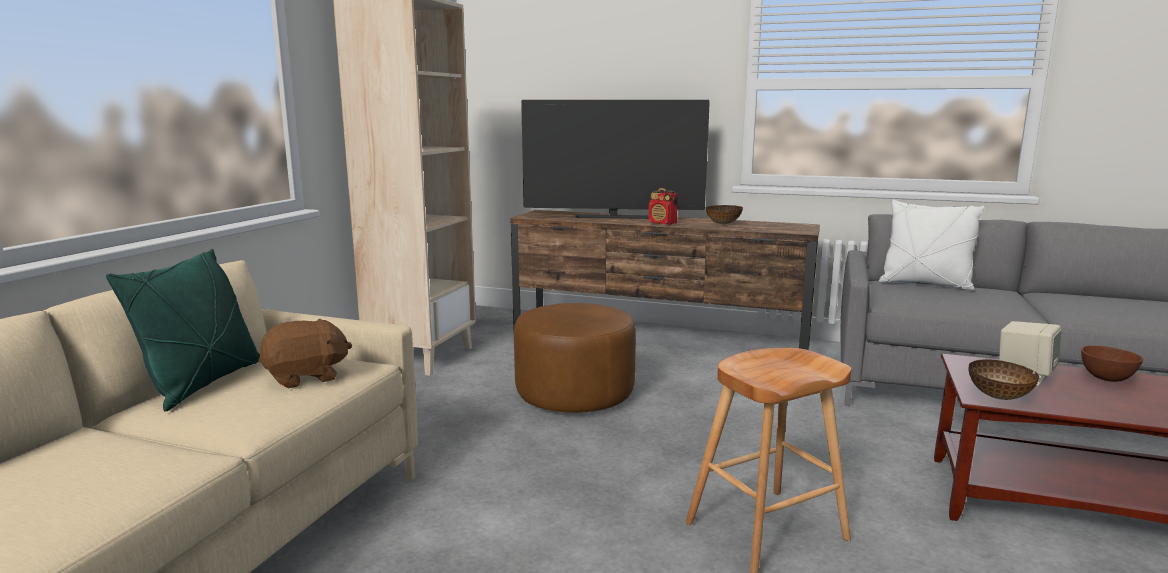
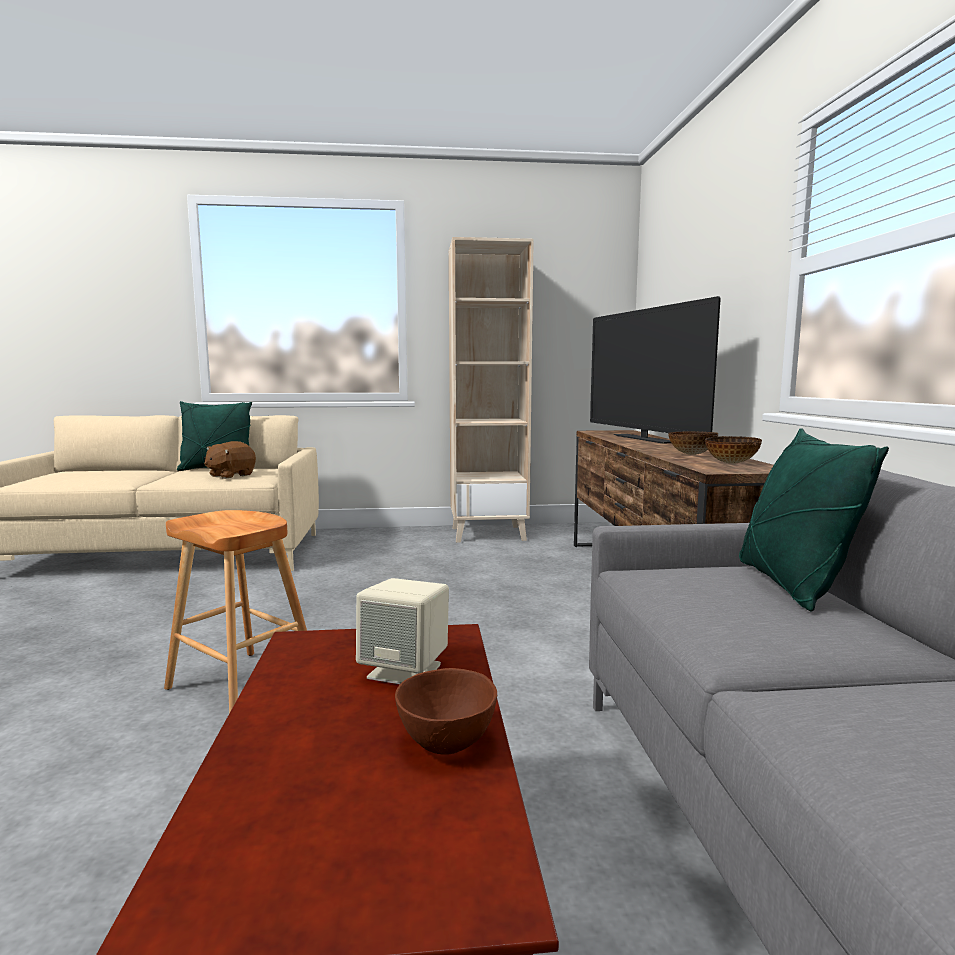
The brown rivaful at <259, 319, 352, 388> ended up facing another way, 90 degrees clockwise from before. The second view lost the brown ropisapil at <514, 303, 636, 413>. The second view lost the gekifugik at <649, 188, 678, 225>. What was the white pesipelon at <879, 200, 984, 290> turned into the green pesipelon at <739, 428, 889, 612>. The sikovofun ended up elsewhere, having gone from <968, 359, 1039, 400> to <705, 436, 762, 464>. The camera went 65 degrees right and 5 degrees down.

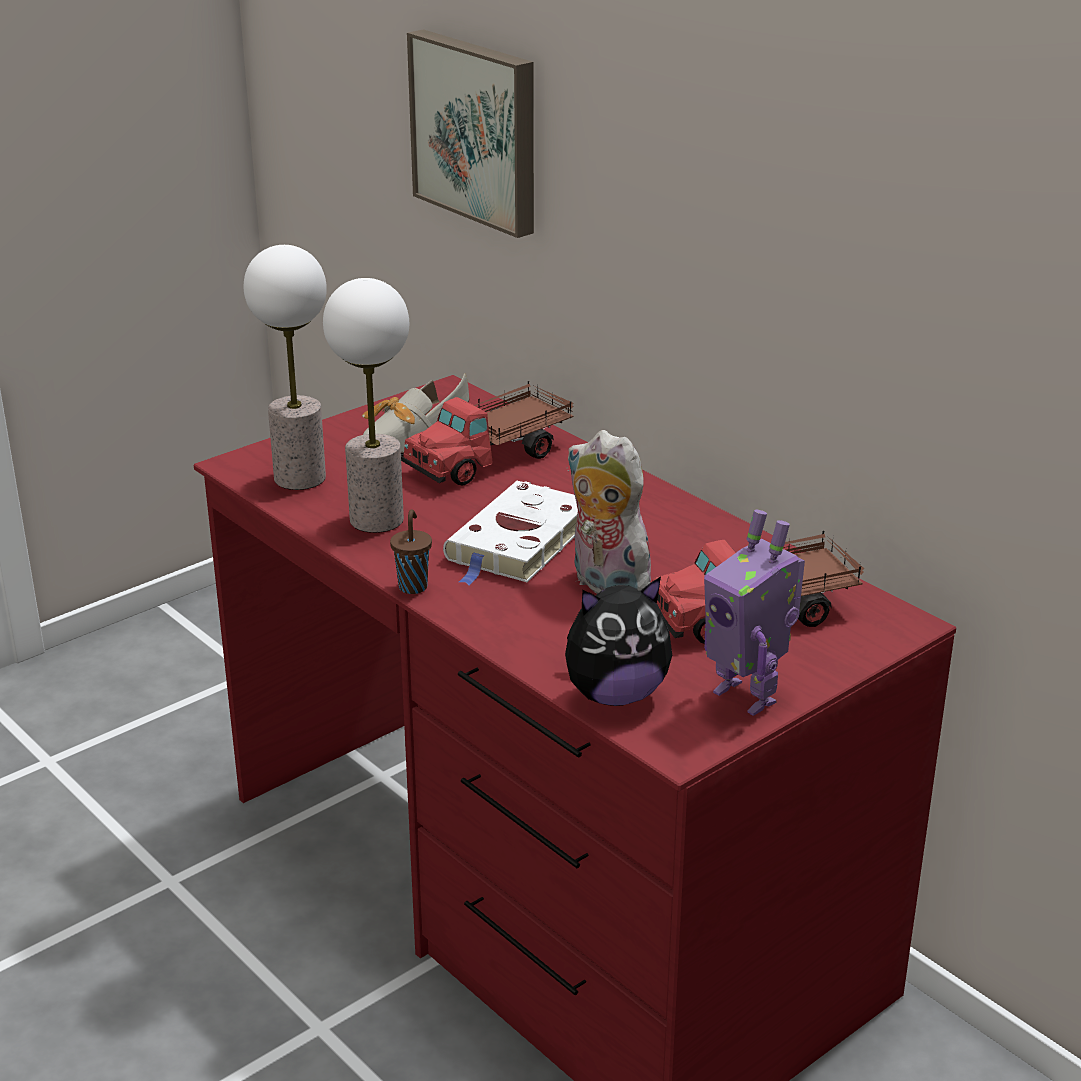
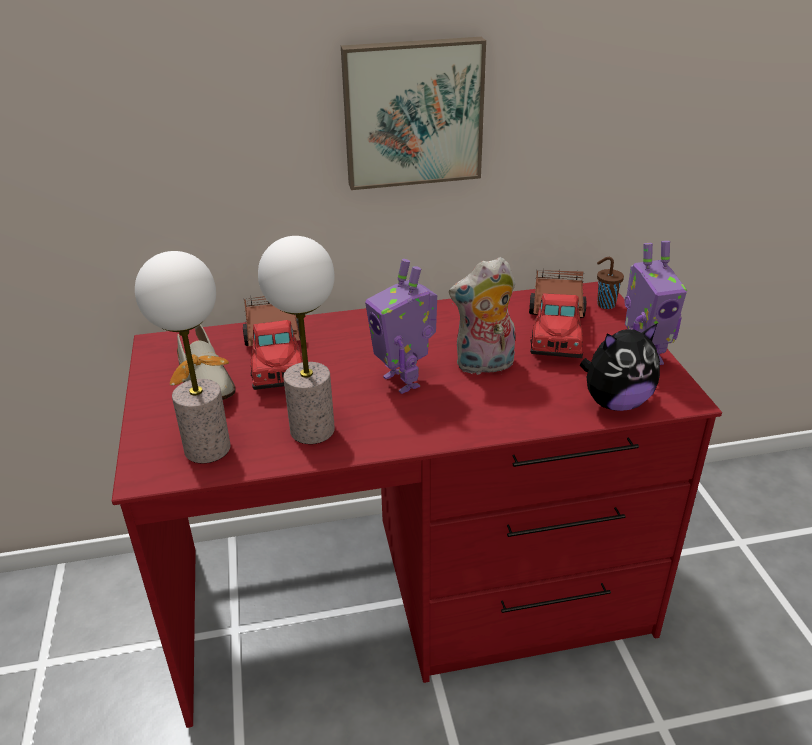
The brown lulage ended up elsewhere, having gone from <390, 510, 432, 594> to <597, 257, 624, 309>. The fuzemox ended up elsewhere, having gone from <407, 29, 534, 238> to <341, 37, 486, 190>. Where the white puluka stood at <443, 481, 578, 586>, the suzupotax came to stand at <365, 259, 437, 394>. The rivaful at <565, 577, 672, 706> ended up facing another way, 60 degrees clockwise from before. The camera went 60 degrees left and 5 degrees up.

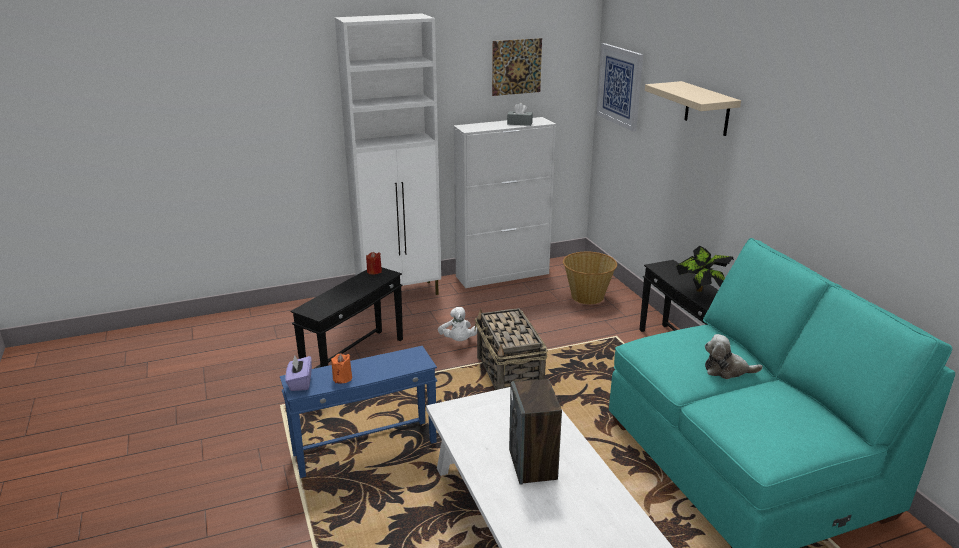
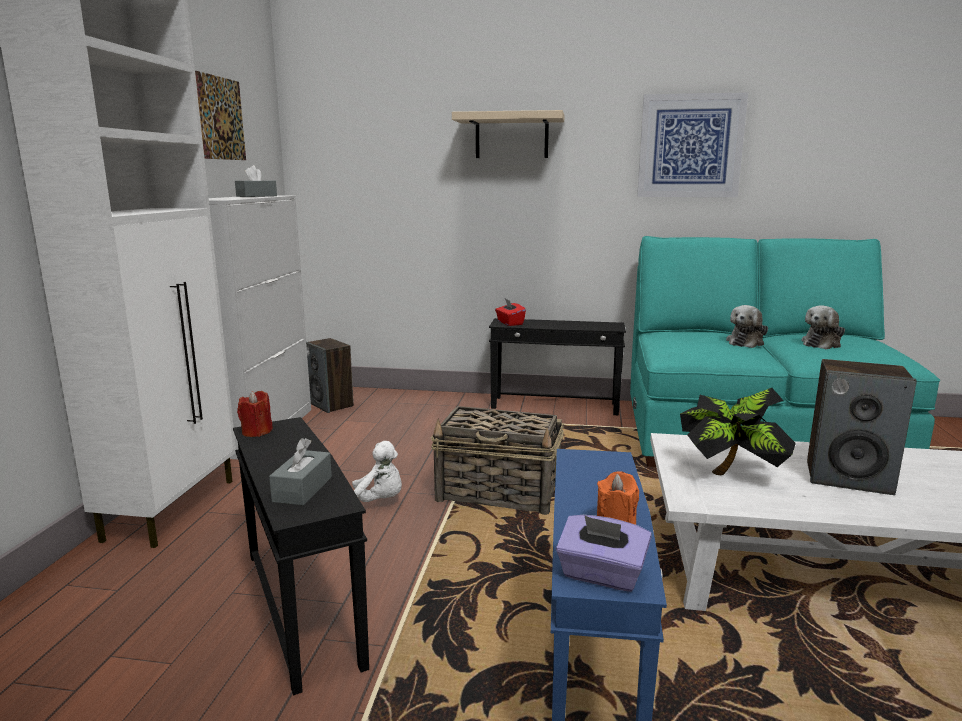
The second view lost the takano at <563, 252, 617, 304>. The fuzemox ended up elsewhere, having gone from <596, 43, 643, 132> to <637, 92, 748, 197>. The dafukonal ended up elsewhere, having gone from <676, 246, 734, 292> to <680, 388, 796, 475>. The second view gained the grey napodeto at <269, 438, 332, 506>. The second view gained the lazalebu at <306, 338, 354, 413>. The second view gained the red napodeto at <495, 299, 526, 326>. The second view gained the rivaful at <802, 305, 845, 349>. The camera went 60 degrees left and 10 degrees down.

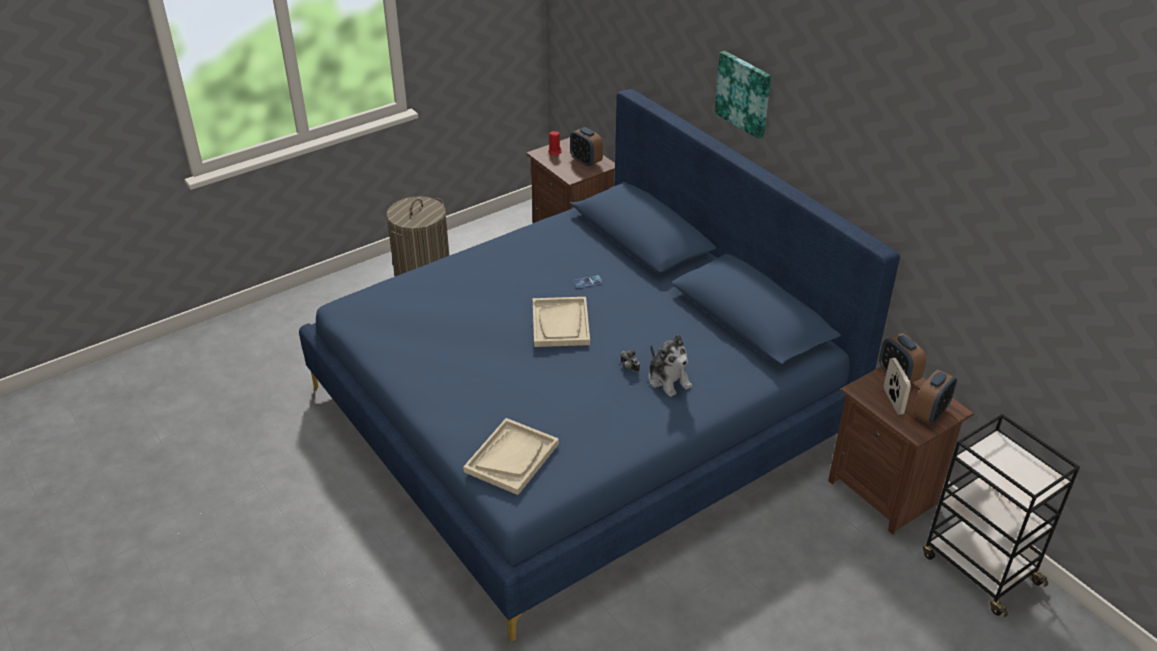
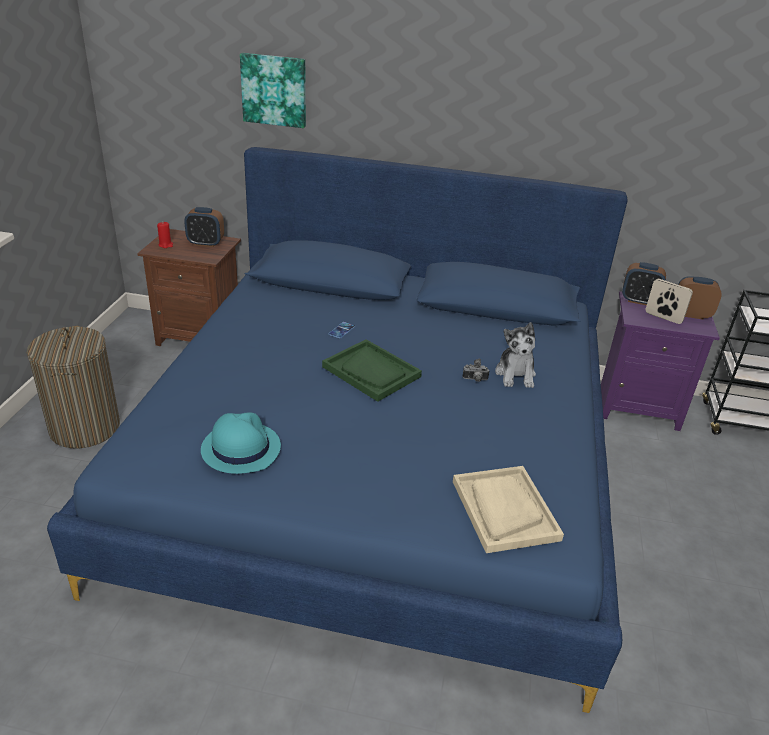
What was the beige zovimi at <533, 297, 590, 347> turned into the green zovimi at <322, 339, 422, 402>. The rivaful at <648, 334, 692, 397> ended up facing another way, 75 degrees clockwise from before. The fuzemox ended up elsewhere, having gone from <715, 51, 771, 139> to <240, 53, 306, 128>. What was the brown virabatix at <828, 367, 974, 535> turned into the purple virabatix at <601, 291, 720, 431>. The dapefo at <913, 370, 957, 424> ended up facing another way, 75 degrees counterclockwise from before. The second view gained the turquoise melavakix at <201, 412, 281, 474>. The camera went 45 degrees left and 5 degrees down.

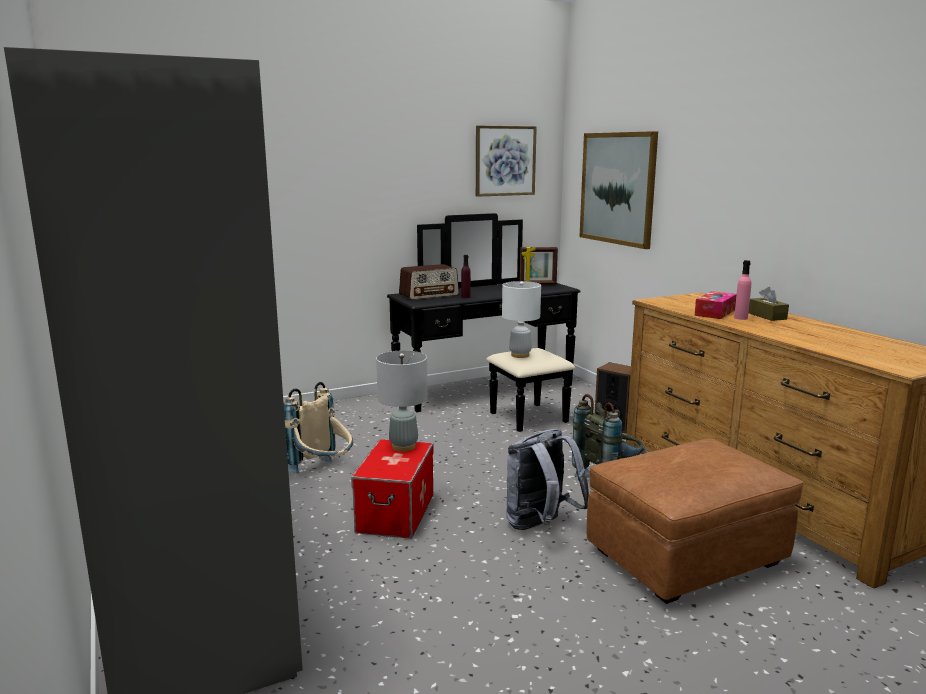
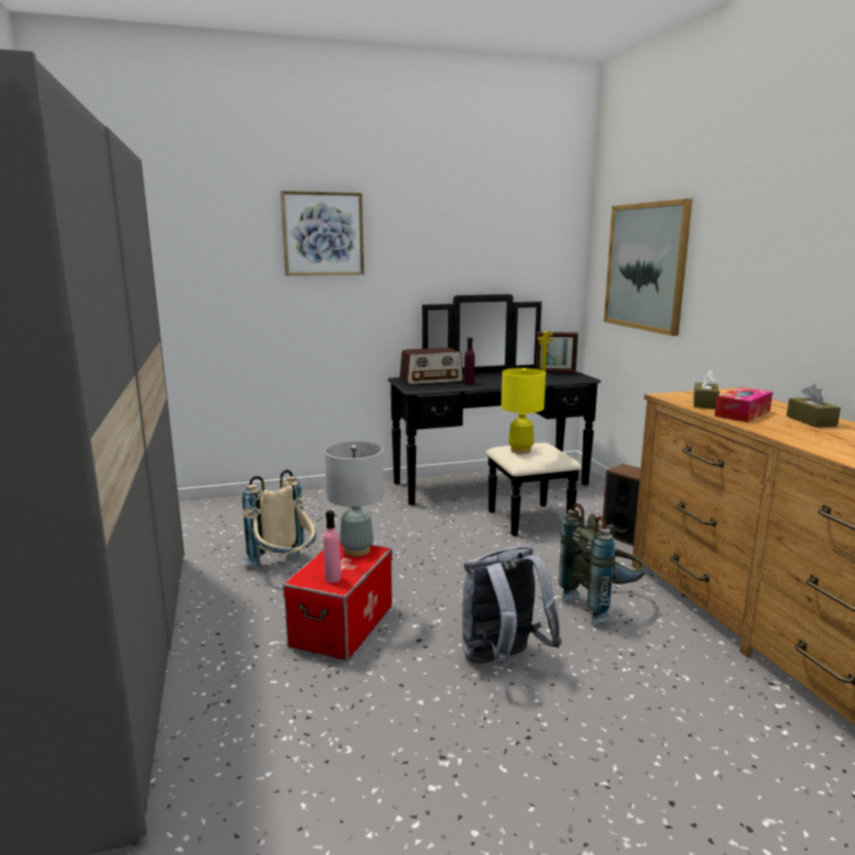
The fuzemox ended up elsewhere, having gone from <476, 126, 537, 197> to <281, 191, 364, 276>. What was the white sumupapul at <502, 281, 541, 358> turned into the yellow sumupapul at <501, 368, 546, 454>. The second view lost the brown ropisapil at <587, 439, 804, 604>. The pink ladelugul ended up elsewhere, having gone from <734, 260, 751, 320> to <323, 510, 341, 583>. The second view gained the brown napodeto at <693, 370, 719, 409>. The camera went 10 degrees right and 0 degrees up.

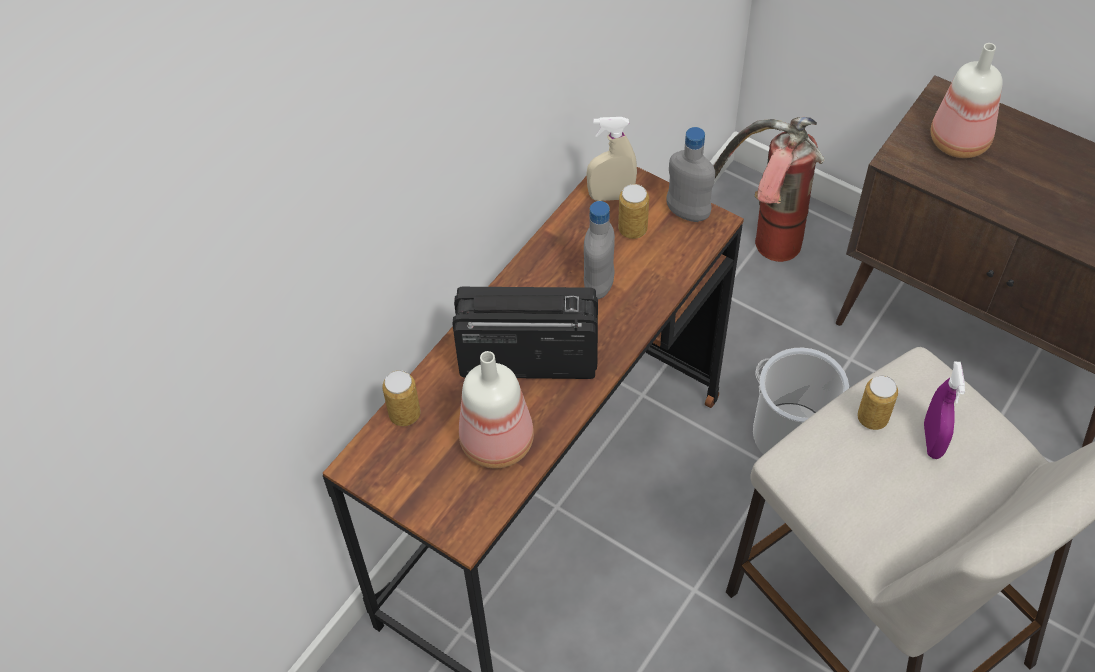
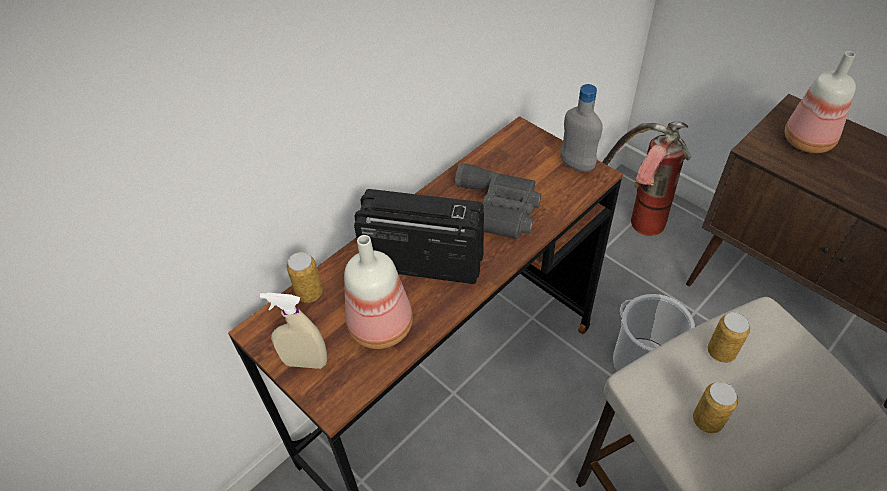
Where the grey ladelugul stood at <584, 201, 615, 299>, the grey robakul came to stand at <455, 163, 541, 239>. The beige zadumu ended up elsewhere, having gone from <587, 117, 637, 201> to <260, 293, 327, 369>. The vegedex ended up elsewhere, having gone from <618, 184, 649, 239> to <693, 382, 738, 433>. The second view lost the purple zadumu at <924, 362, 965, 459>. The camera went 10 degrees right and 5 degrees down.

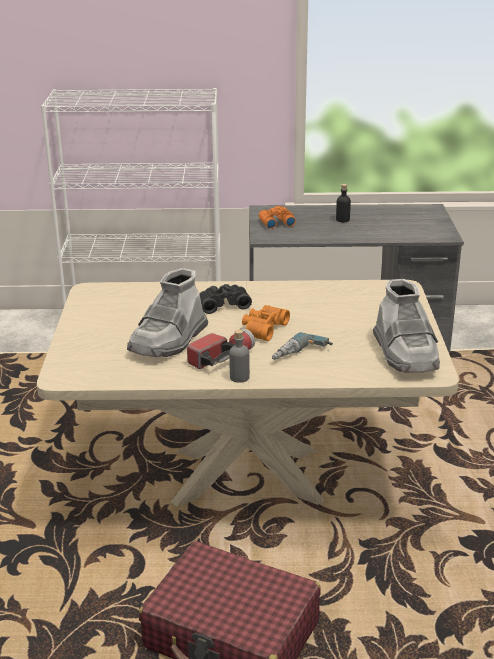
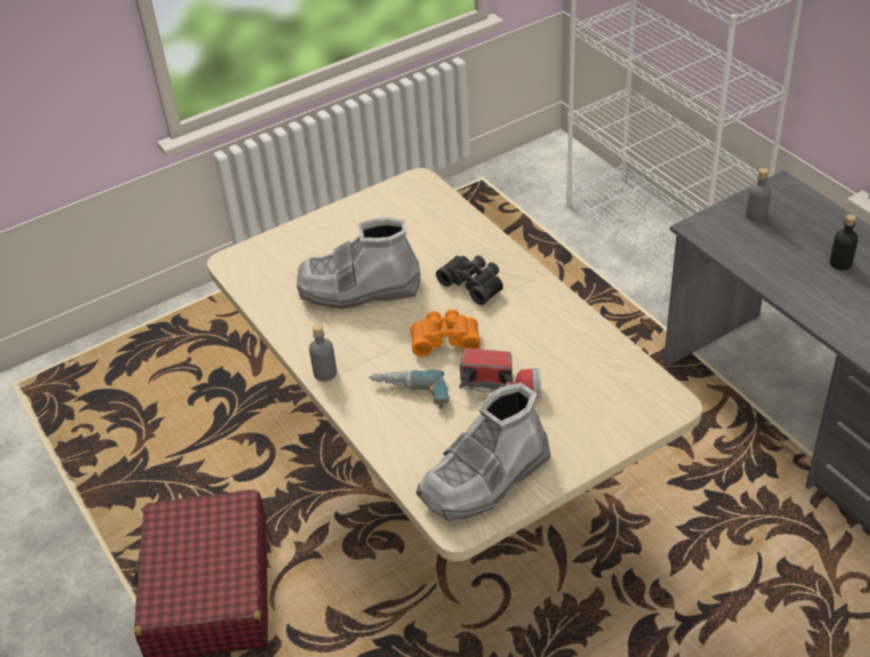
The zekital ended up elsewhere, having gone from <187, 328, 255, 369> to <459, 348, 541, 398>. Where the orange robakul stood at <259, 206, 296, 229>, the grey ladelugul came to stand at <746, 168, 771, 222>. The camera went 60 degrees right and 15 degrees up.

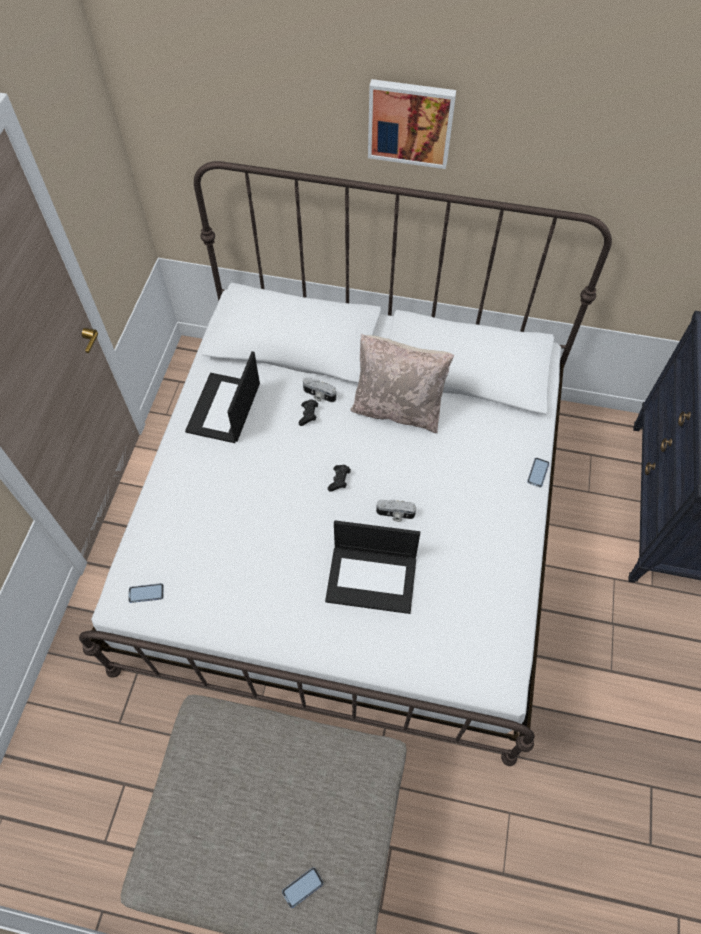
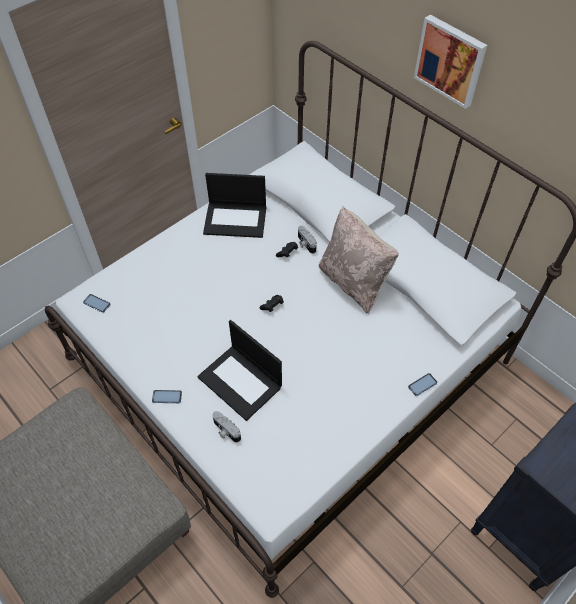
The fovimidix at <185, 351, 260, 443> ended up facing another way, 135 degrees counterclockwise from before. The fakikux ended up elsewhere, having gone from <282, 867, 324, 908> to <152, 390, 182, 403>. The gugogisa ended up elsewhere, having gone from <376, 500, 416, 522> to <212, 411, 241, 442>. The camera went 35 degrees right and 5 degrees down.

